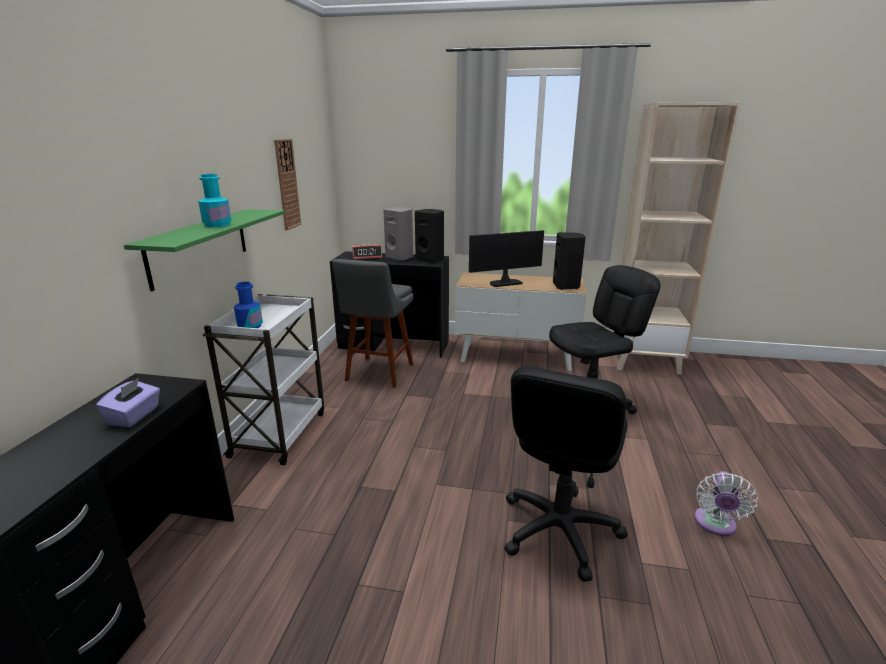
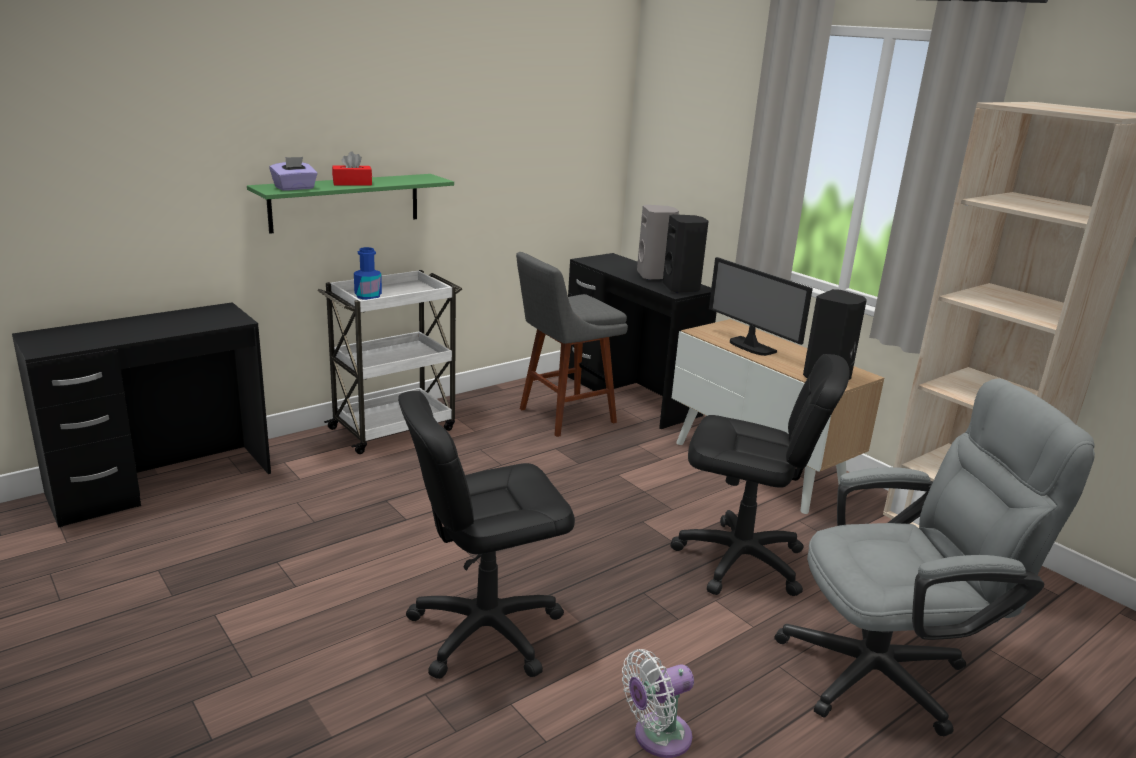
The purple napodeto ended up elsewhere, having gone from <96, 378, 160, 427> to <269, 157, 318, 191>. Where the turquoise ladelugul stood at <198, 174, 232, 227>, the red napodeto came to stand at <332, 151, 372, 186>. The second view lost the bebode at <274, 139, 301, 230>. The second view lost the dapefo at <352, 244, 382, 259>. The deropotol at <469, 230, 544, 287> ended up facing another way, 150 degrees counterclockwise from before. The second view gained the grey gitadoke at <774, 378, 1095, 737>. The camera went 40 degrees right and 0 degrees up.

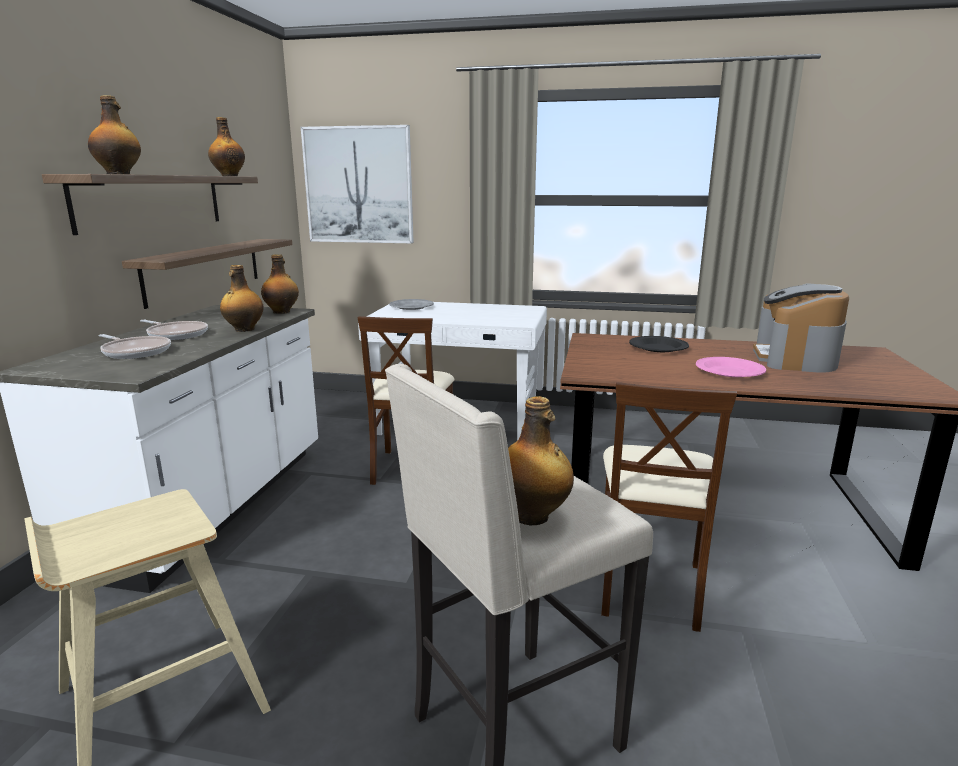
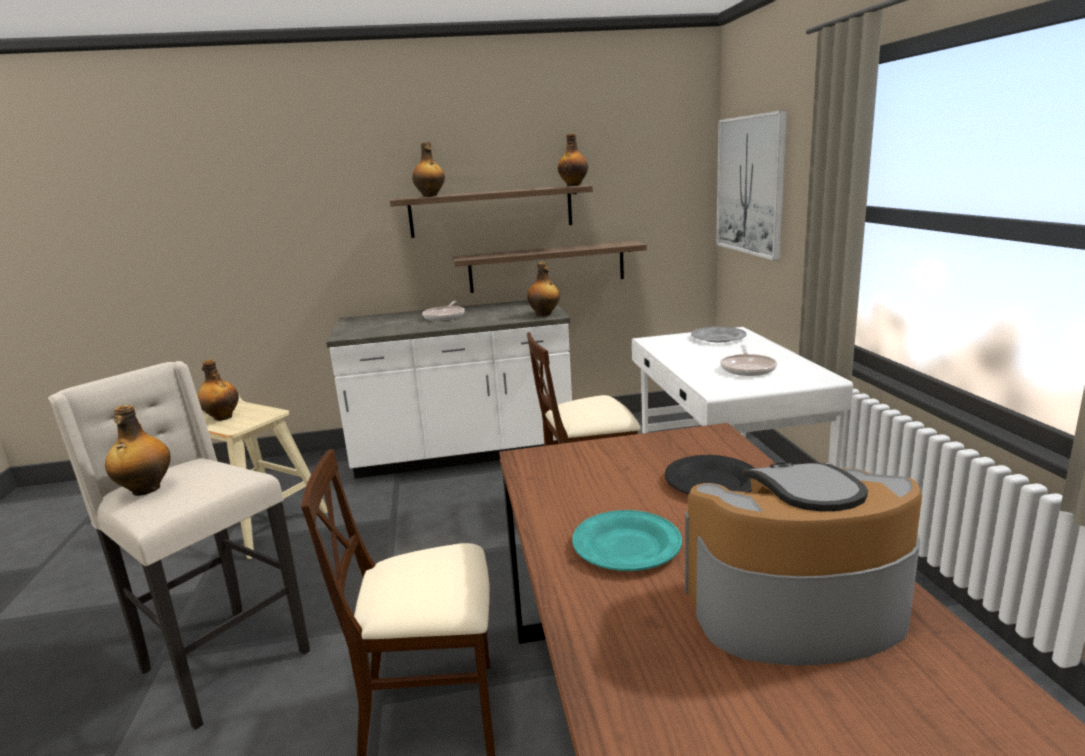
The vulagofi ended up elsewhere, having gone from <98, 334, 171, 359> to <720, 345, 777, 376>. The ladelugul ended up elsewhere, having gone from <220, 265, 264, 332> to <197, 360, 239, 421>. What was the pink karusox at <696, 357, 766, 377> turned into the turquoise karusox at <572, 510, 682, 571>. The camera went 70 degrees right and 0 degrees up.

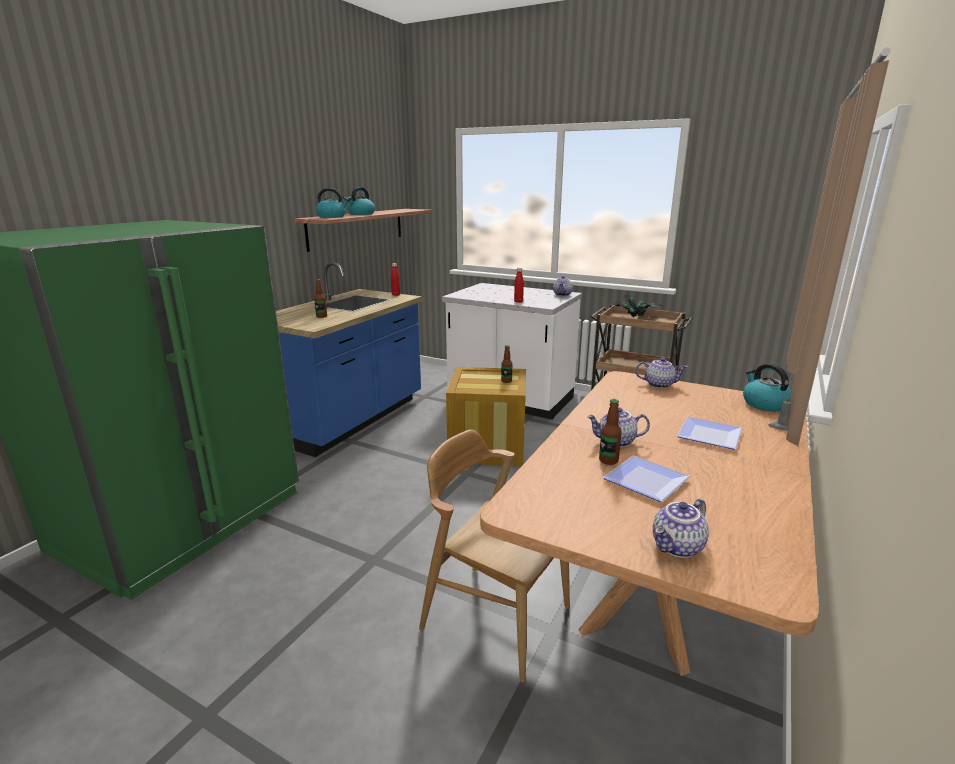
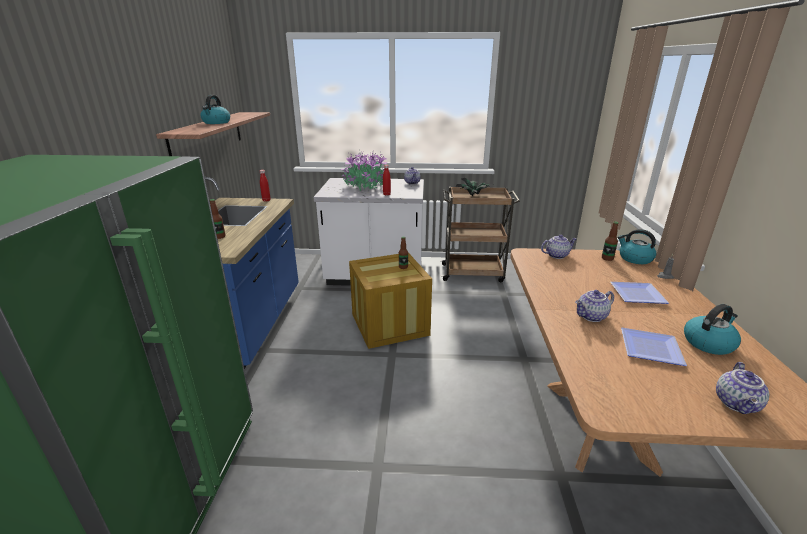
The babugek ended up elsewhere, having gone from <316, 188, 349, 218> to <684, 304, 741, 355>. The second view lost the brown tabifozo at <419, 429, 570, 682>. The ladelugul ended up elsewhere, having gone from <599, 399, 622, 465> to <602, 222, 619, 261>. The second view gained the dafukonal at <341, 152, 388, 191>. The camera went 25 degrees left and 5 degrees up.

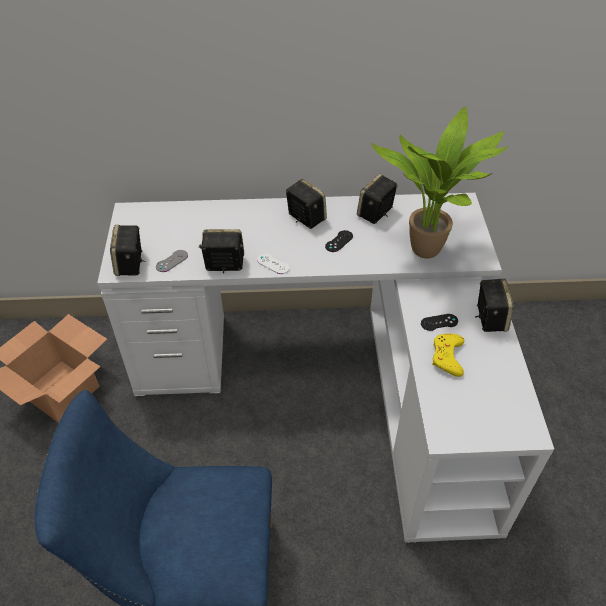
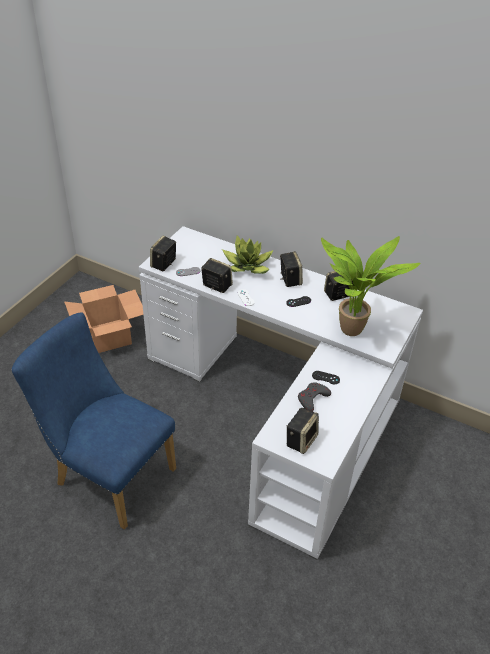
What was the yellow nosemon at <432, 334, 464, 377> turned into the grey nosemon at <298, 382, 331, 412>. The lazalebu ended up elsewhere, having gone from <475, 278, 514, 332> to <286, 408, 319, 454>. The second view gained the dafukonal at <222, 235, 274, 274>. The camera went 30 degrees right and 5 degrees down.

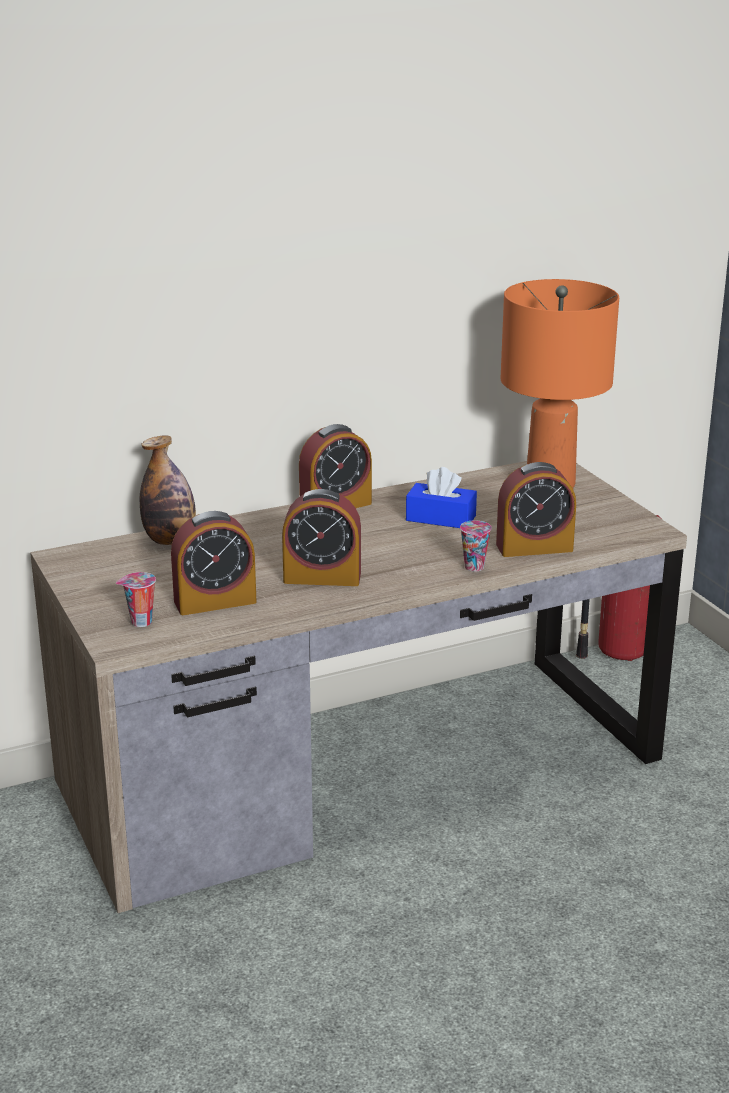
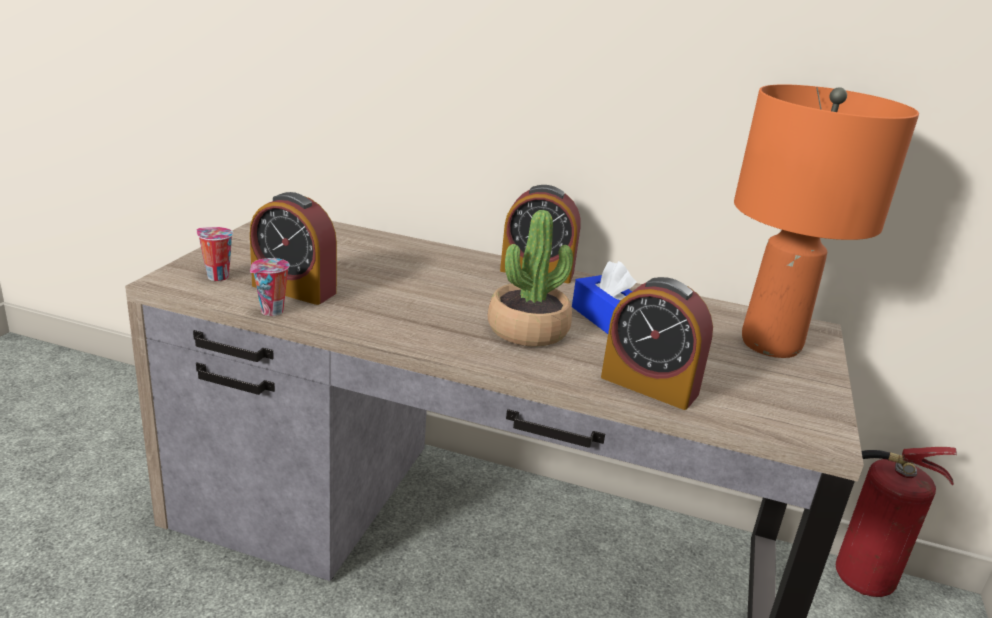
The second view lost the ladelugul at <140, 435, 196, 545>. The second view lost the dapefo at <282, 489, 361, 586>. The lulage ended up elsewhere, having gone from <460, 520, 492, 572> to <250, 258, 289, 316>. The second view gained the dafukonal at <488, 210, 573, 347>. The camera went 40 degrees right and 0 degrees up.

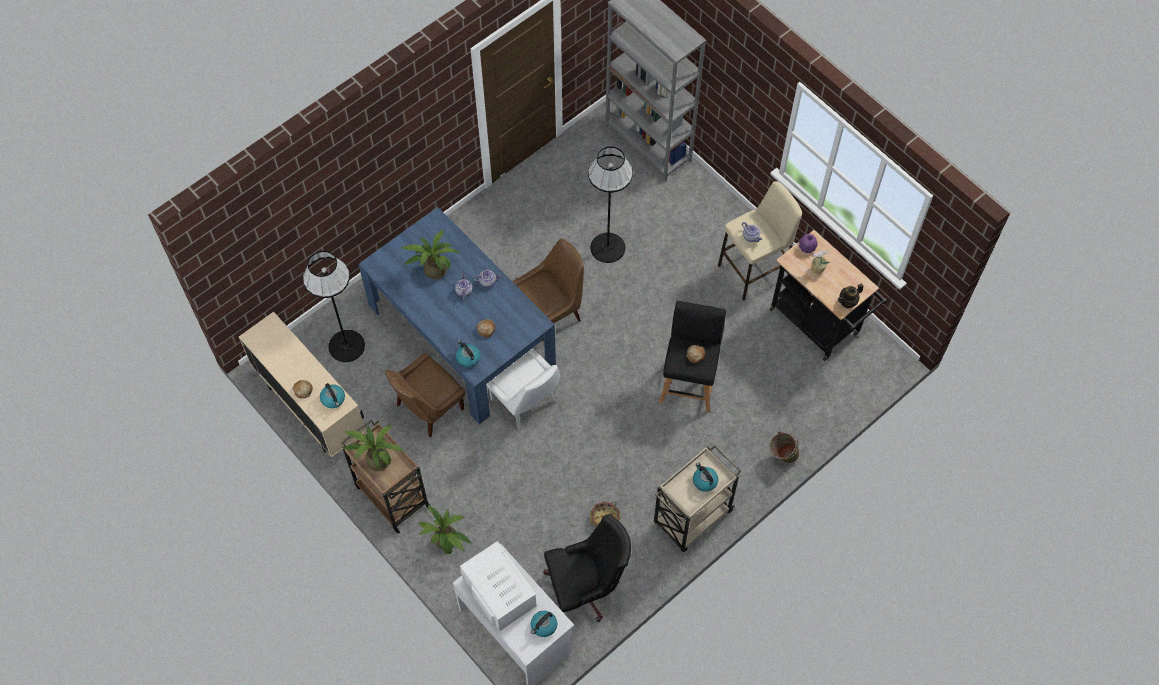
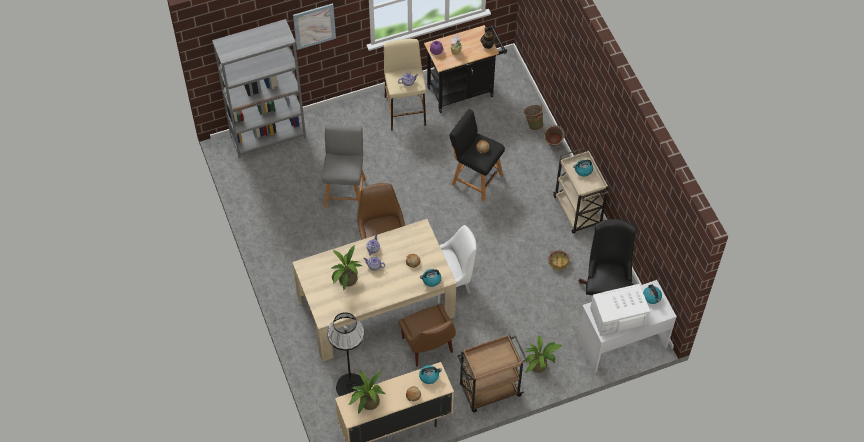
The dafukonal ended up elsewhere, having gone from <344, 425, 405, 472> to <348, 369, 385, 414>. What was the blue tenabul at <358, 207, 556, 424> turned into the beige tenabul at <292, 219, 456, 362>. Where the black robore stood at <588, 146, 633, 263>, the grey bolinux came to stand at <322, 125, 366, 208>. The second view gained the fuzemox at <293, 3, 336, 50>. The second view gained the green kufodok at <524, 105, 544, 130>. The camera went 70 degrees left and 5 degrees down.

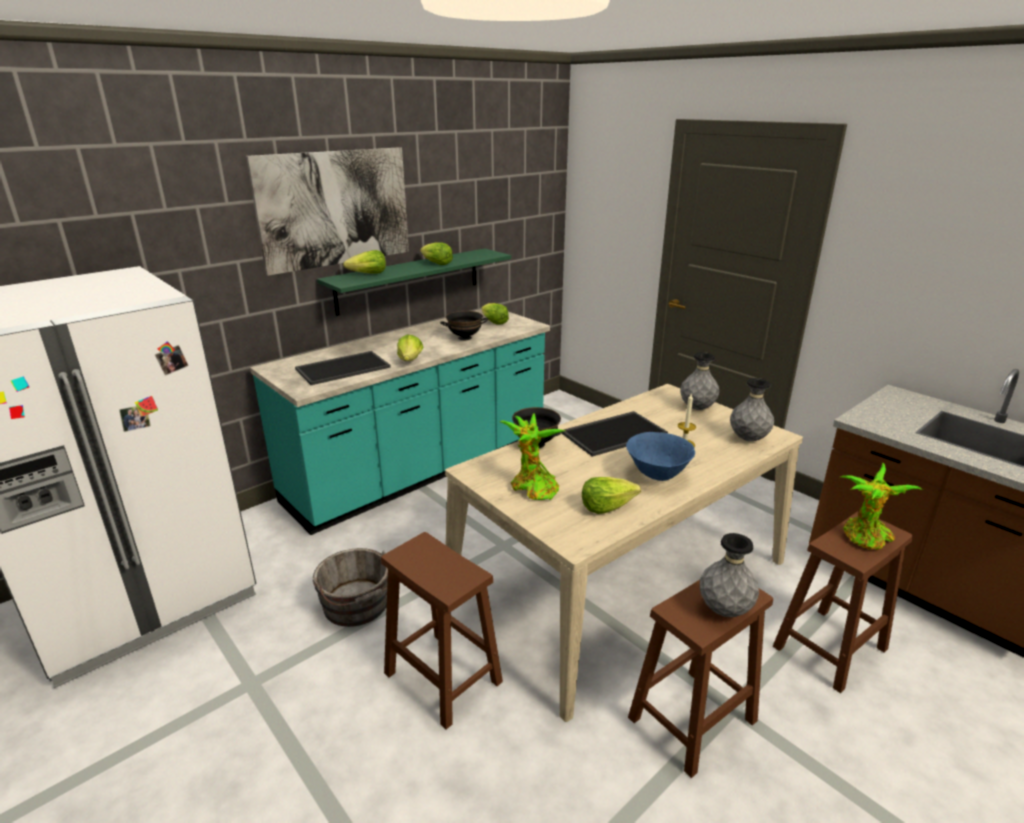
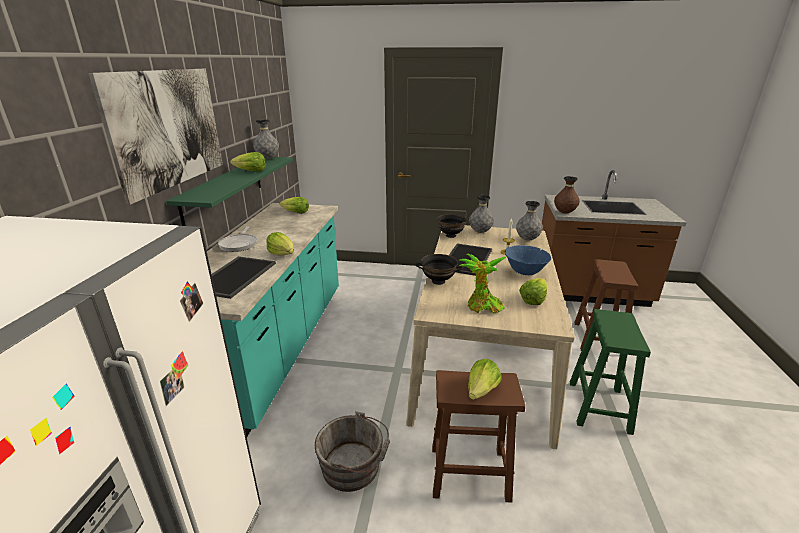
The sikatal ended up elsewhere, having gone from <343, 250, 386, 274> to <468, 359, 502, 400>. The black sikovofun ended up elsewhere, having gone from <440, 311, 488, 340> to <437, 214, 466, 238>. What was the brown bolinux at <628, 580, 773, 778> turned into the green bolinux at <570, 309, 651, 435>. The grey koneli ended up elsewhere, having gone from <700, 533, 759, 617> to <253, 119, 279, 159>. The second view lost the dafukonal at <841, 462, 923, 550>. The second view gained the vulagofi at <218, 226, 257, 252>. The second view gained the brown koneli at <554, 176, 580, 213>. The camera went 40 degrees left and 0 degrees up.

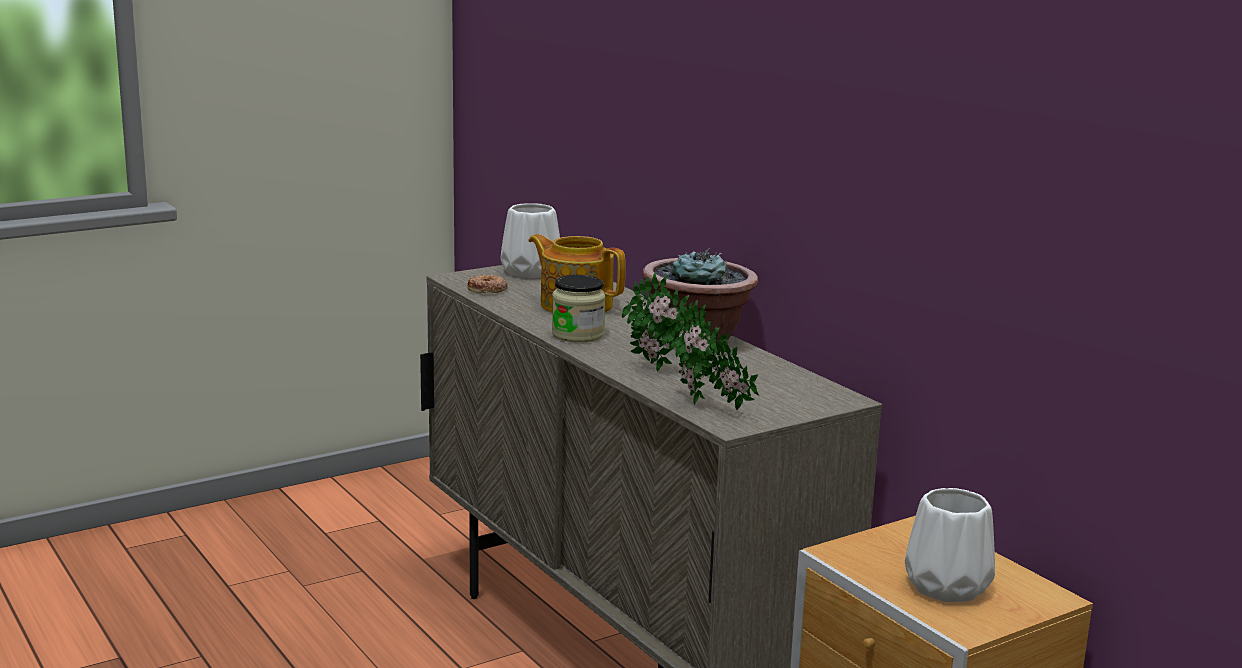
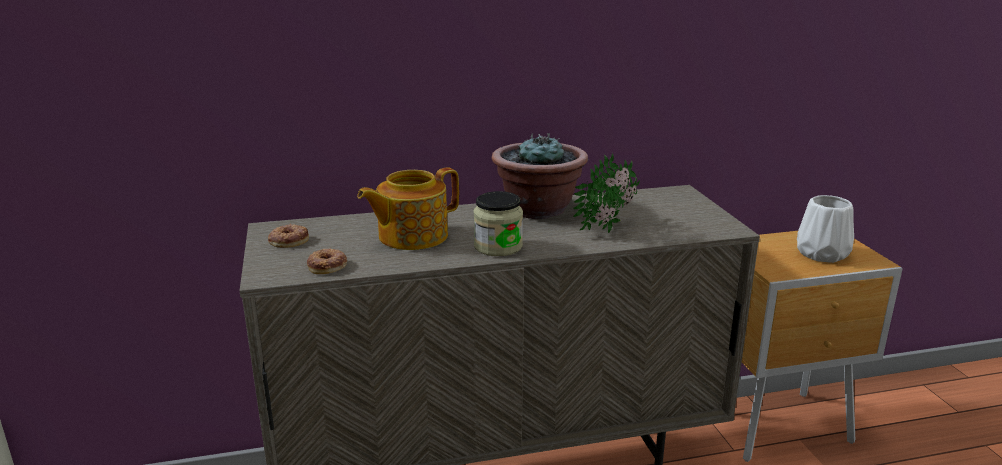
Where the white koneli stood at <500, 203, 560, 278>, the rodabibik came to stand at <268, 224, 309, 248>. The second view lost the dafukonal at <666, 301, 759, 410>. The camera went 70 degrees left and 5 degrees up.

